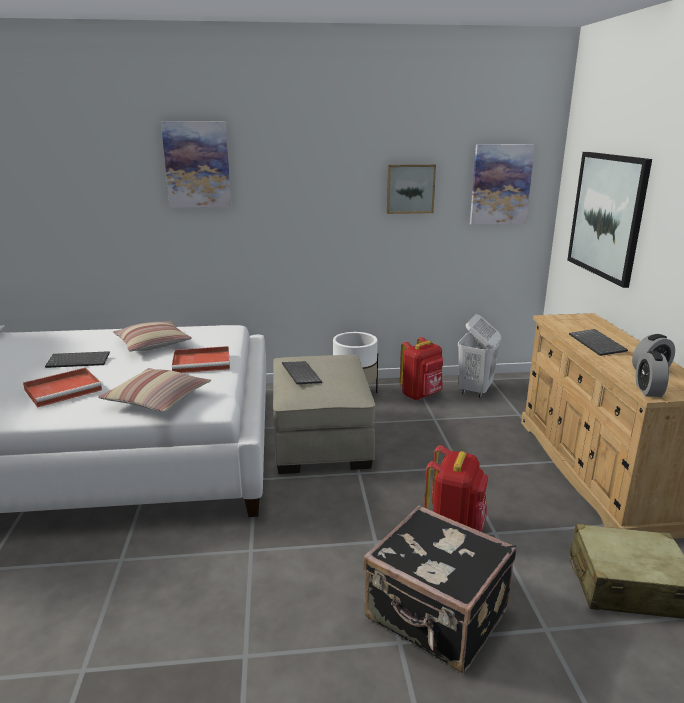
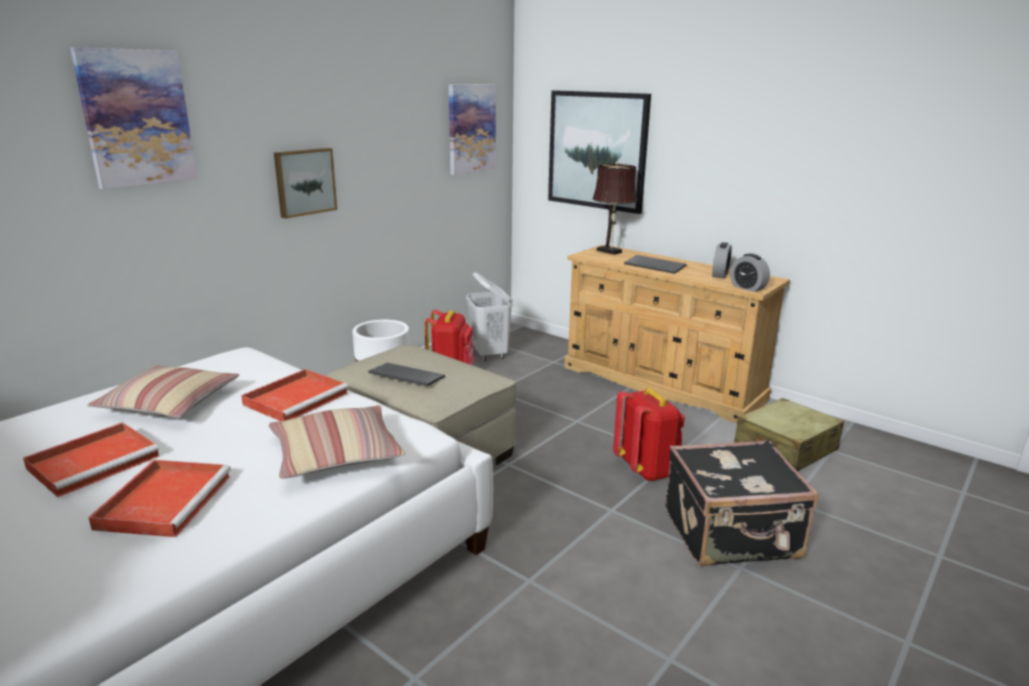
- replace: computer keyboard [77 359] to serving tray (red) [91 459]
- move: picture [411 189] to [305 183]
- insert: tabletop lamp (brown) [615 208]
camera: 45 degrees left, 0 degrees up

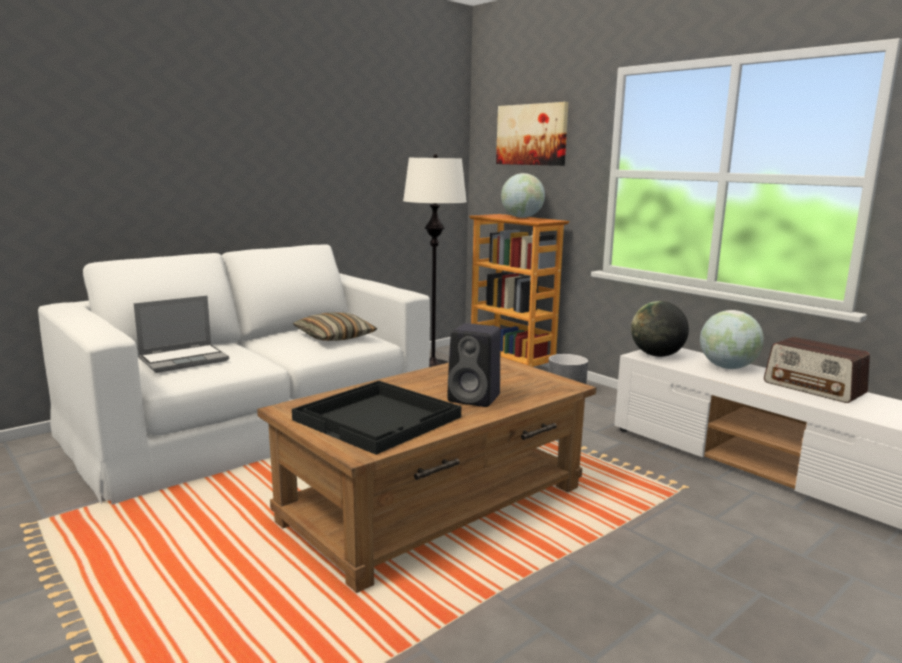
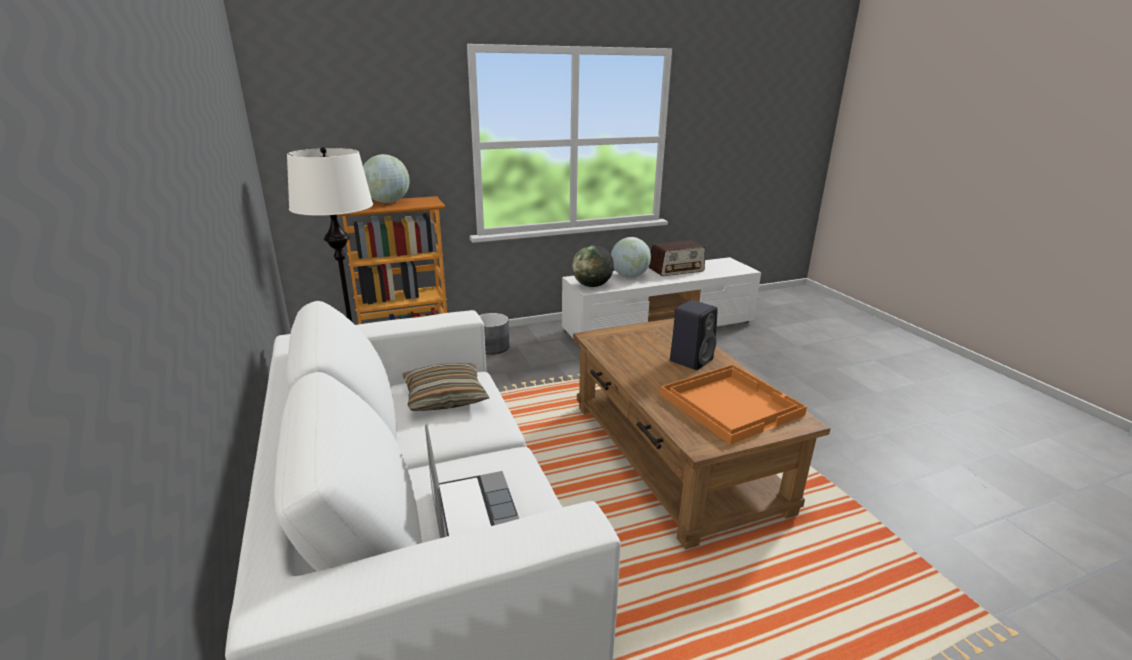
- recolor: serving tray (blackish) [376 418] to serving tray (orange-coloured) [733 404]
- delete: picture [532 134]
camera: 70 degrees left, 10 degrees up

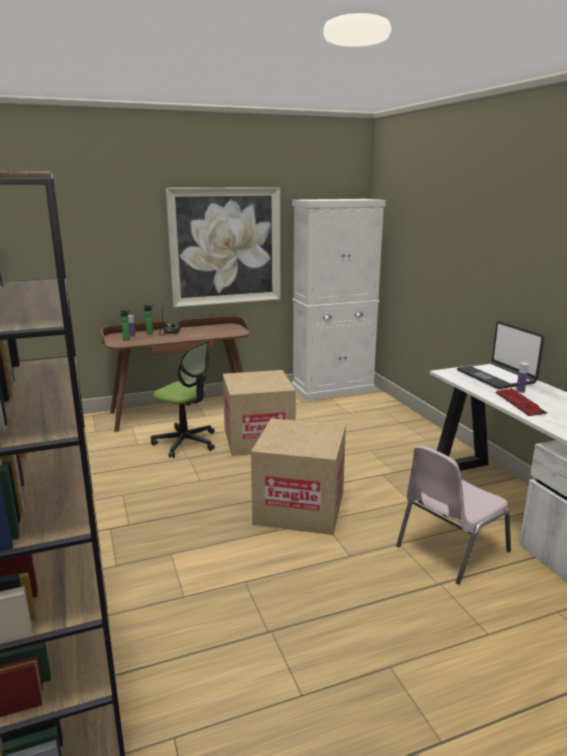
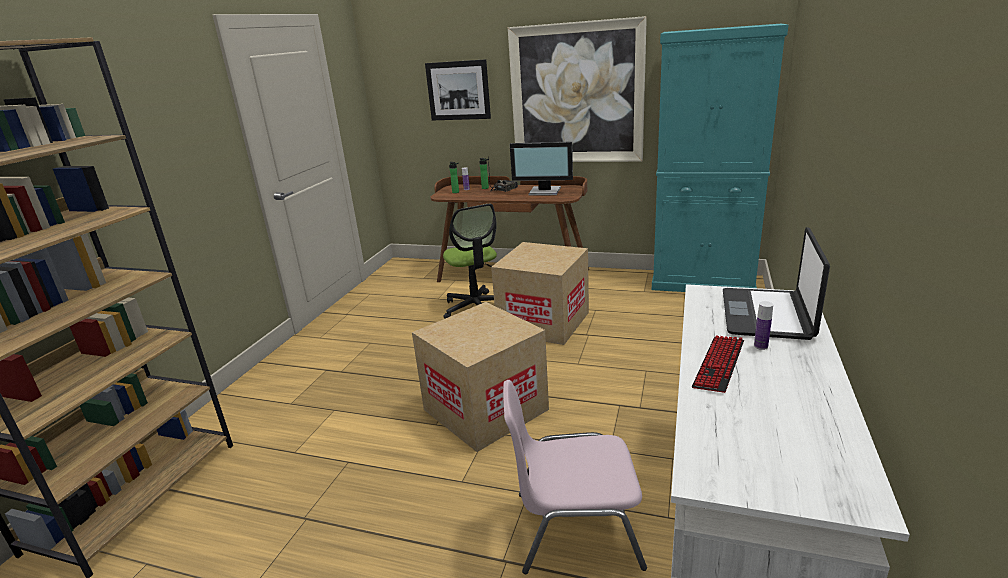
- insert: picture [458 90]
- insert: monitor [541 168]
- recolor: cupboard (white-coloured) [339 299] to cupboard (blue-green) [720 158]
camera: 40 degrees right, 5 degrees up

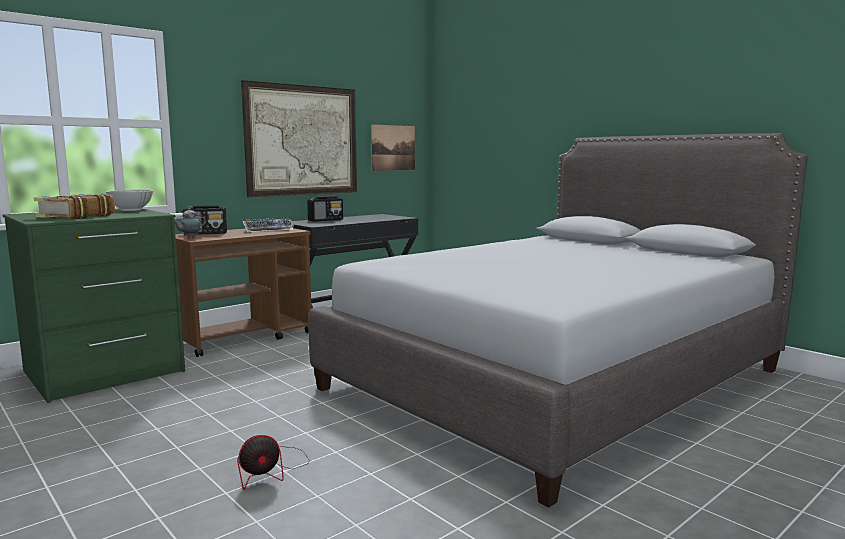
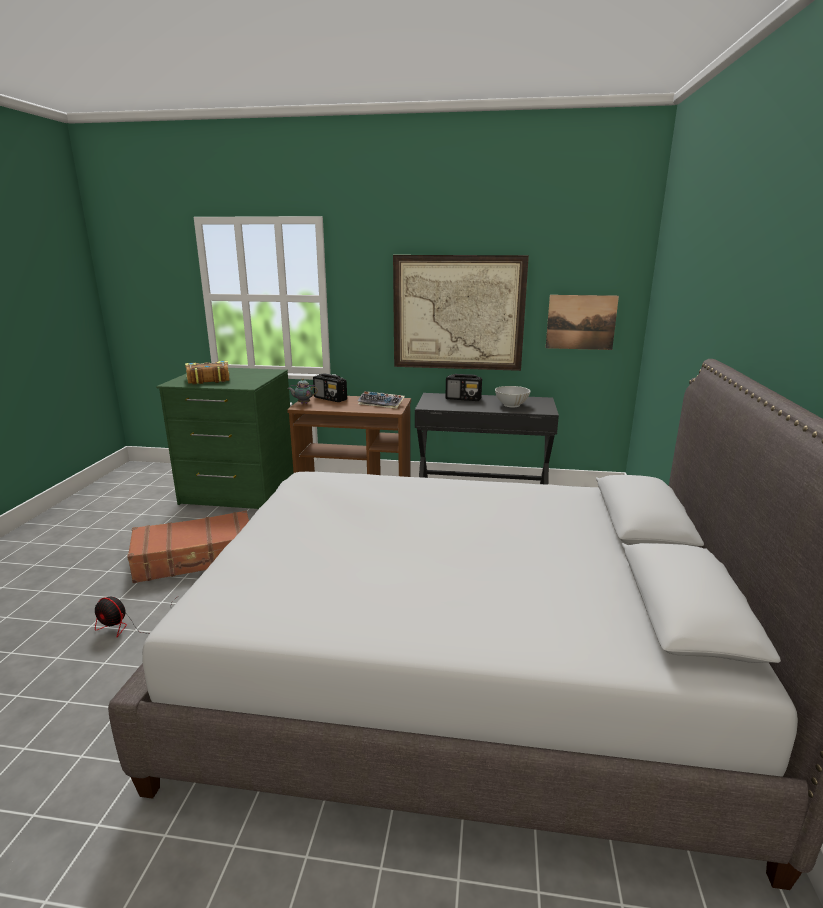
- insert: piece of luggage (brown) [188 546]
- move: serving bowl (white-coloured) [129 200] to [513 396]
camera: 50 degrees right, 10 degrees up

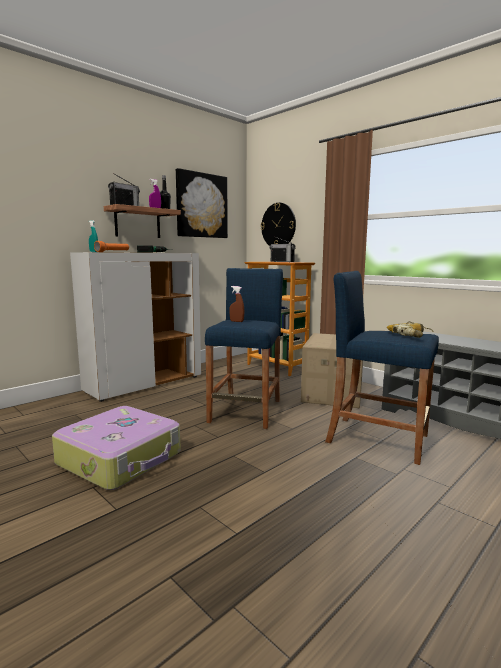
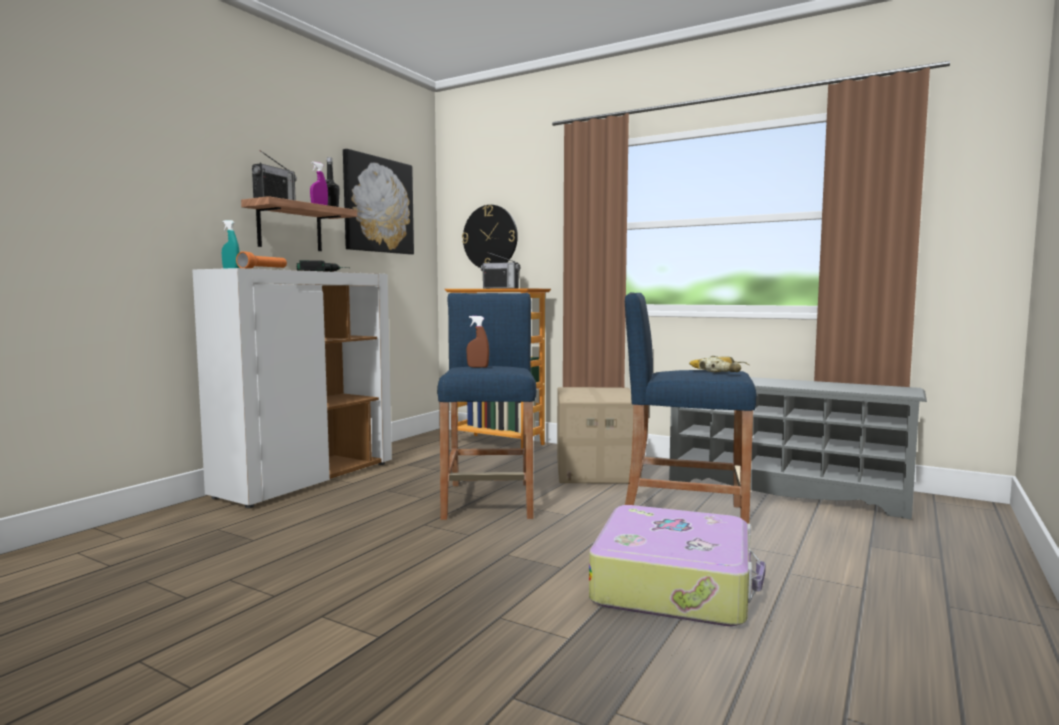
- move: piece of luggage [116 448] to [677 565]
camera: 15 degrees left, 5 degrees down

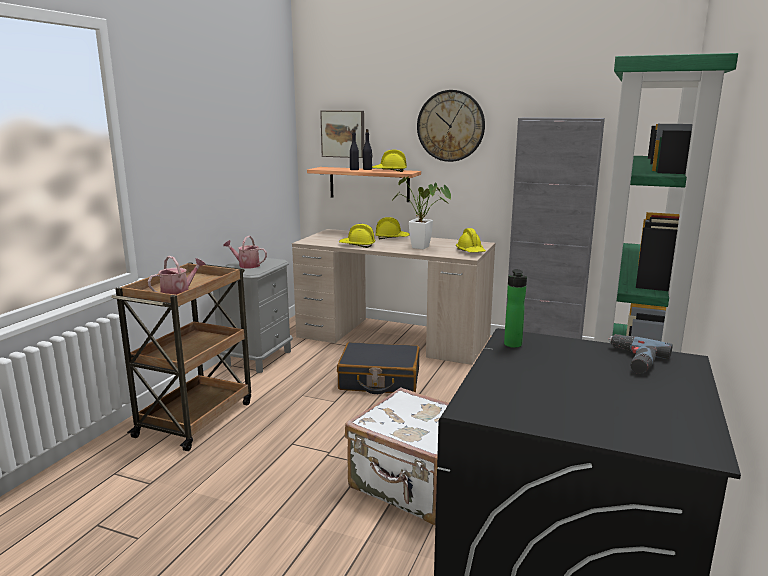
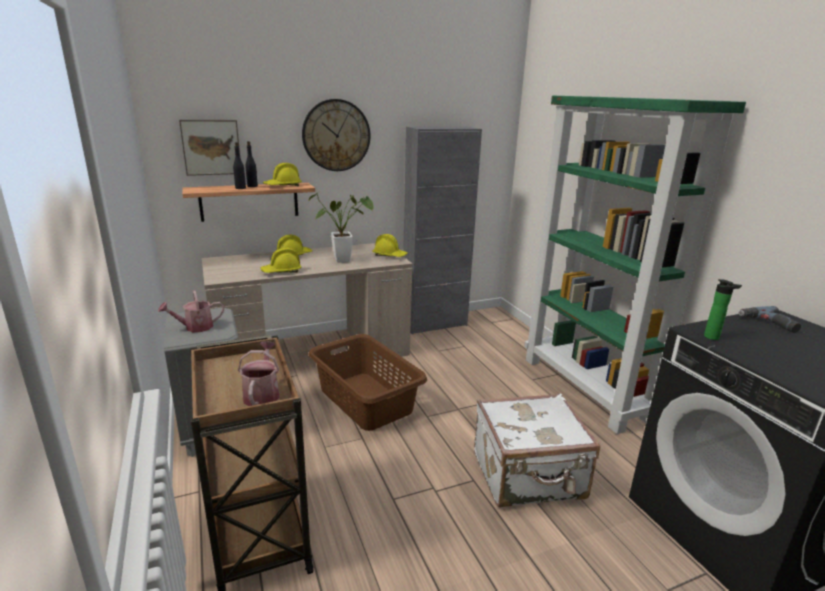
- replace: piece of luggage (blackish) [378 368] to hamper (brown) [367 382]
camera: 45 degrees left, 5 degrees up

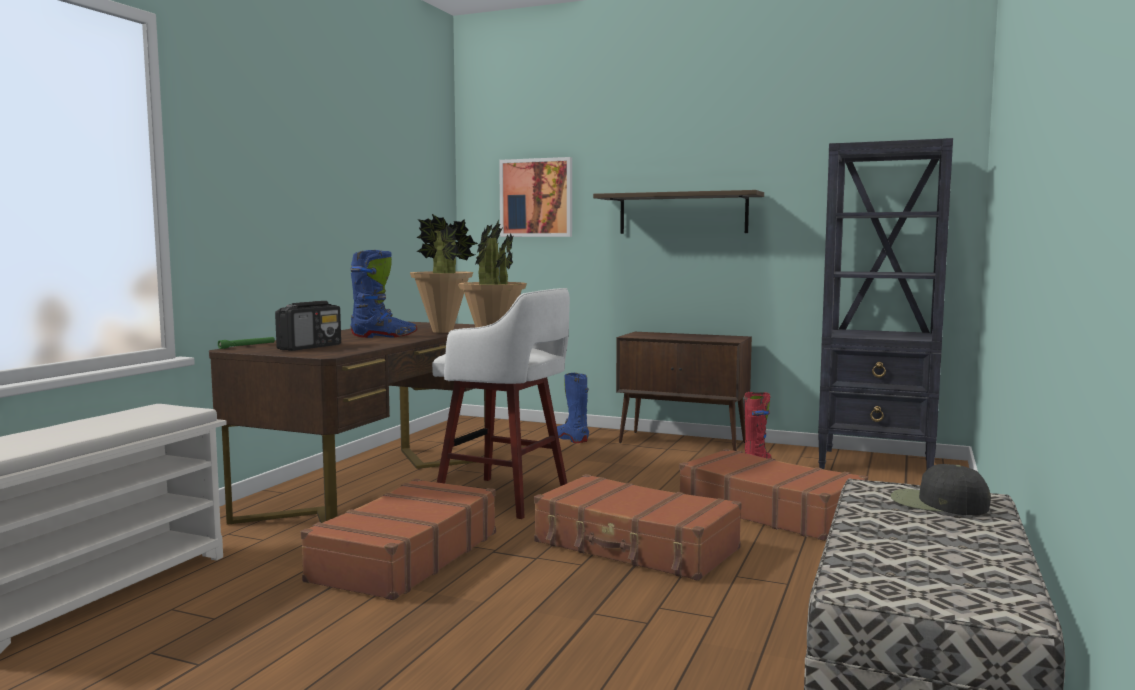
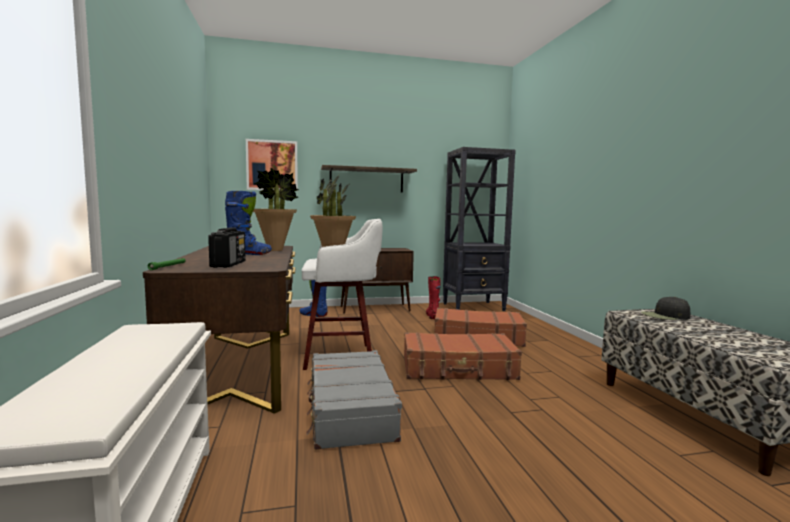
- recolor: piece of luggage (brown) [398 539] to piece of luggage (gray) [354 400]
camera: 35 degrees left, 0 degrees up

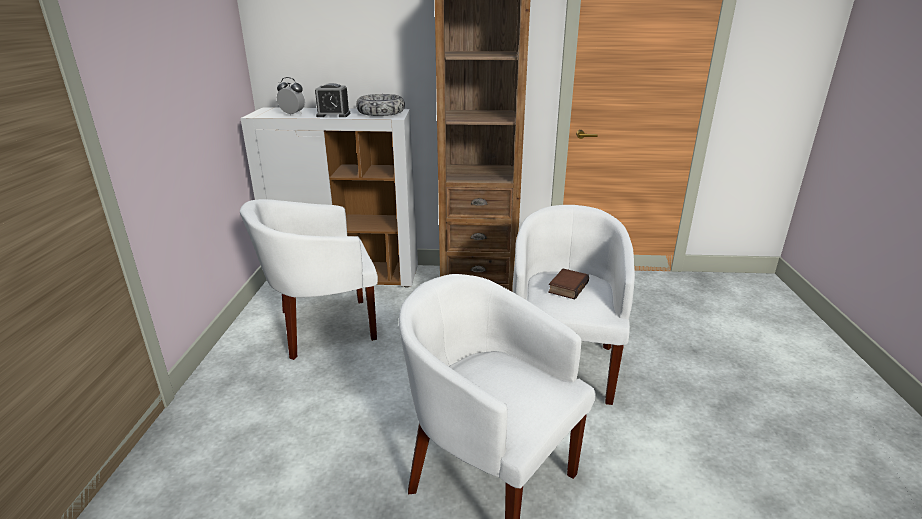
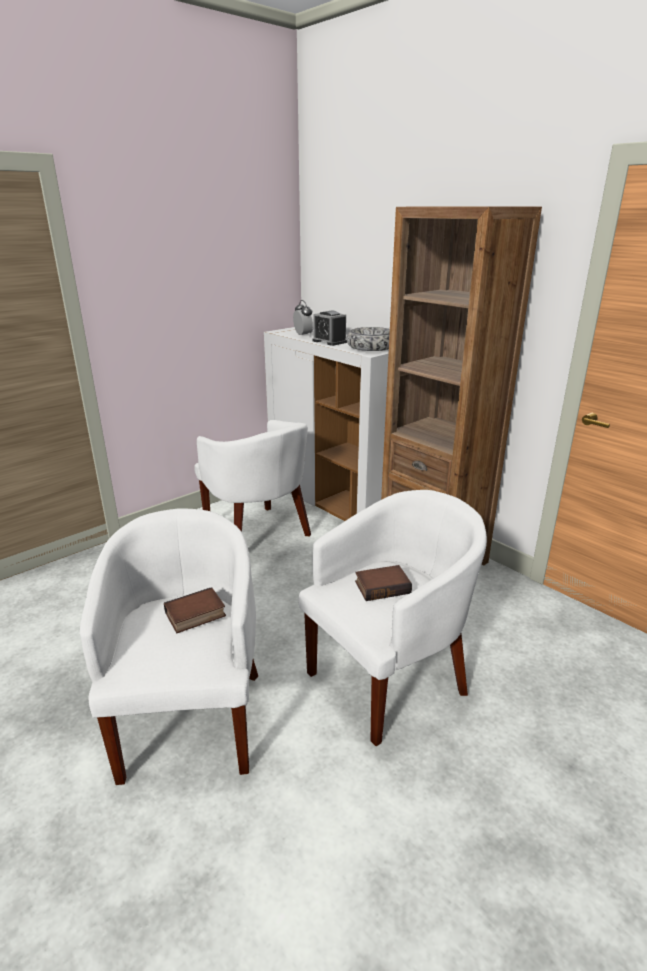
- insert: bound book [195 610]
- rotate: easy chair (white-coloured) [309 279] = [252 478] 150 degrees counterclockwise
camera: 45 degrees right, 0 degrees up

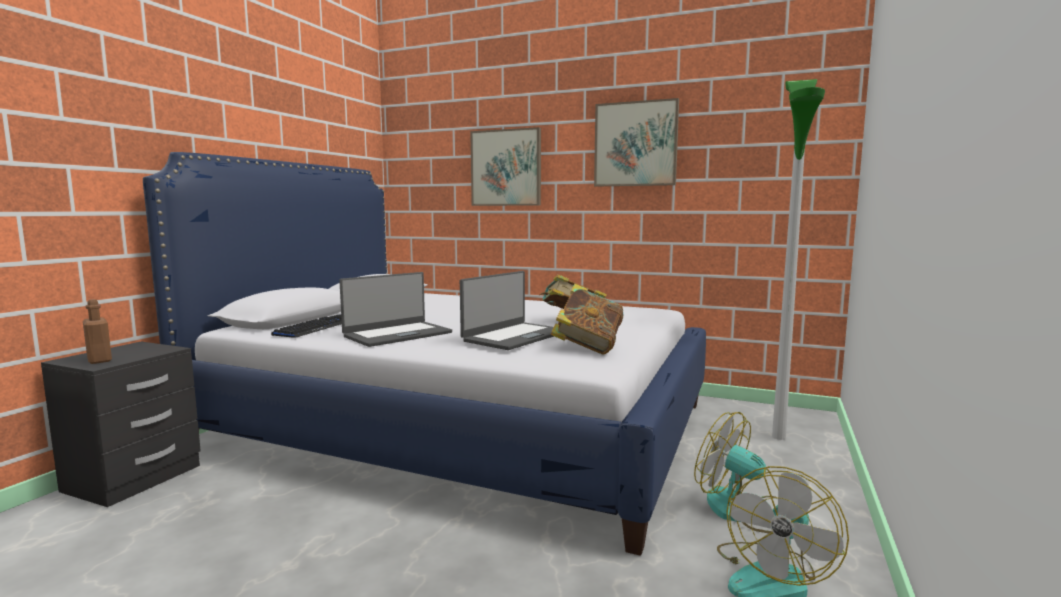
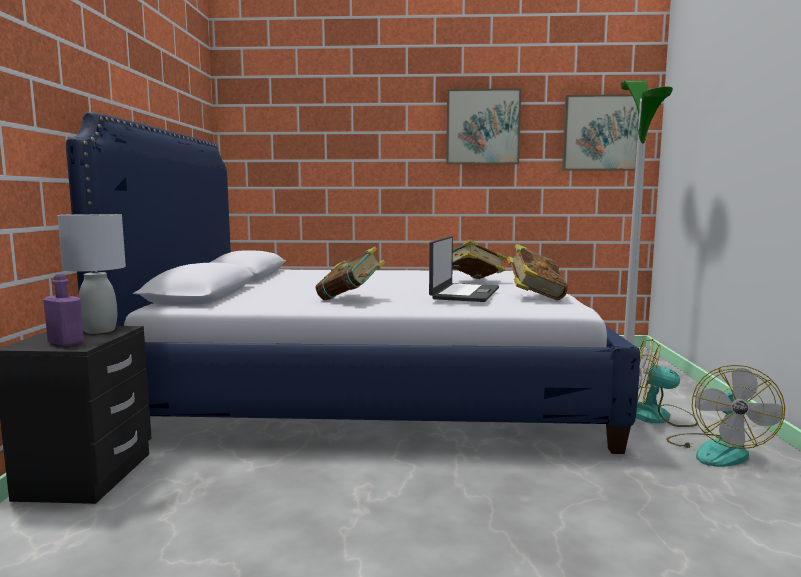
- recolor: drink bottle (brown) [97 331] to drink bottle (purple-coloured) [63 310]
- insert: tabletop lamp (gray) [91 274]
- replace: laptop [395 309] to bound book [350 273]
- move: picture [505 166] to [600 132]
- delete: computer keyboard [306 326]
camera: 20 degrees left, 0 degrees up

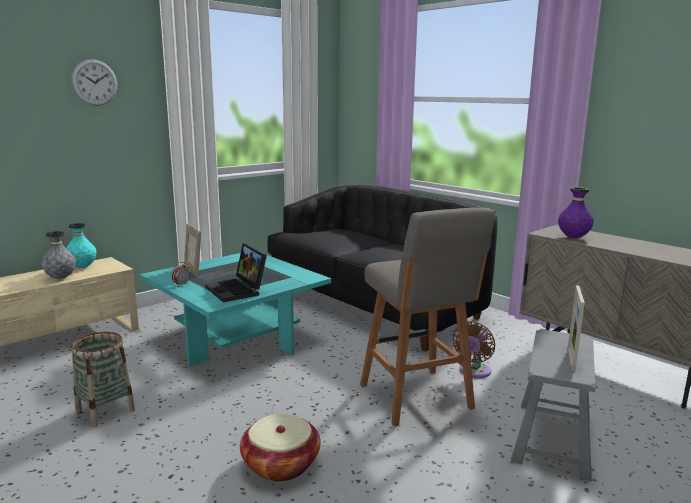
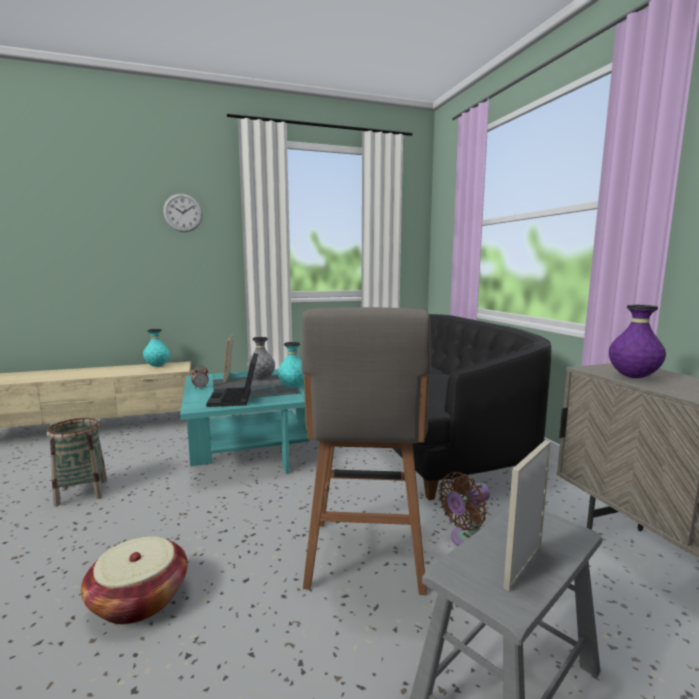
- move: decorative vase (gray) [58 255] to [261 358]
- insert: decorative vase (blue-green) [291 365]
camera: 25 degrees right, 5 degrees down

